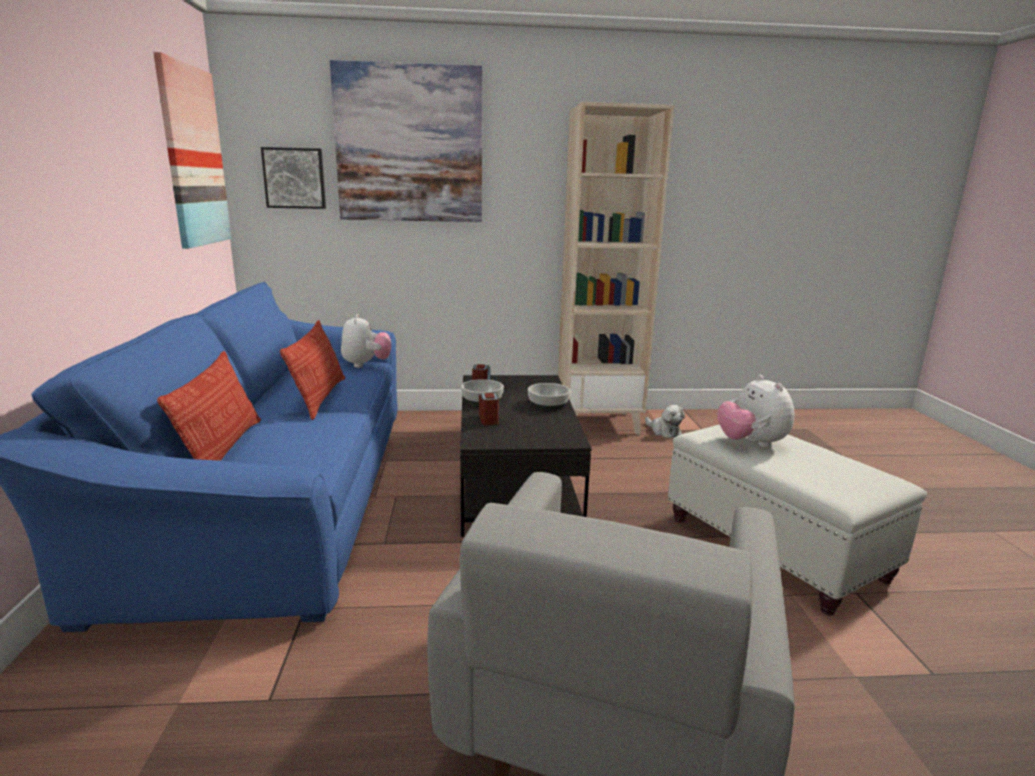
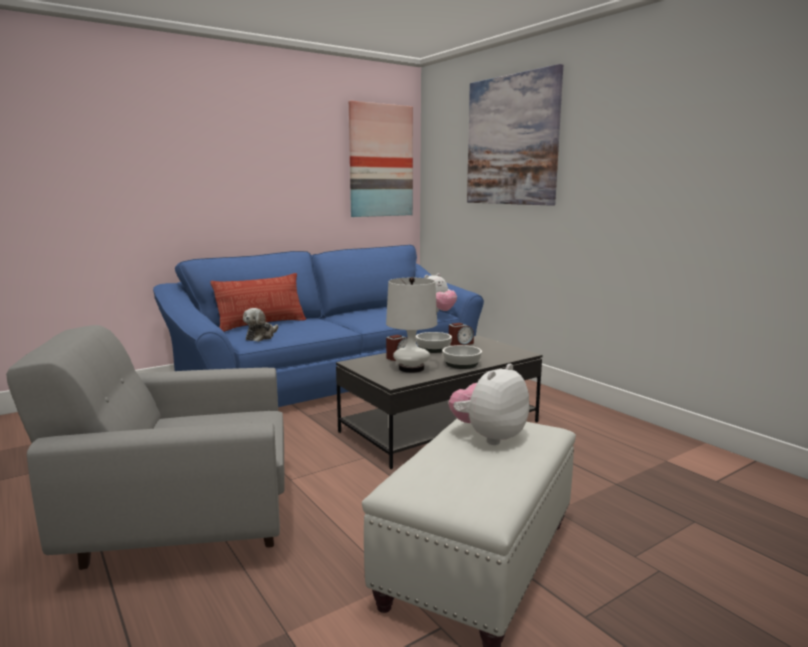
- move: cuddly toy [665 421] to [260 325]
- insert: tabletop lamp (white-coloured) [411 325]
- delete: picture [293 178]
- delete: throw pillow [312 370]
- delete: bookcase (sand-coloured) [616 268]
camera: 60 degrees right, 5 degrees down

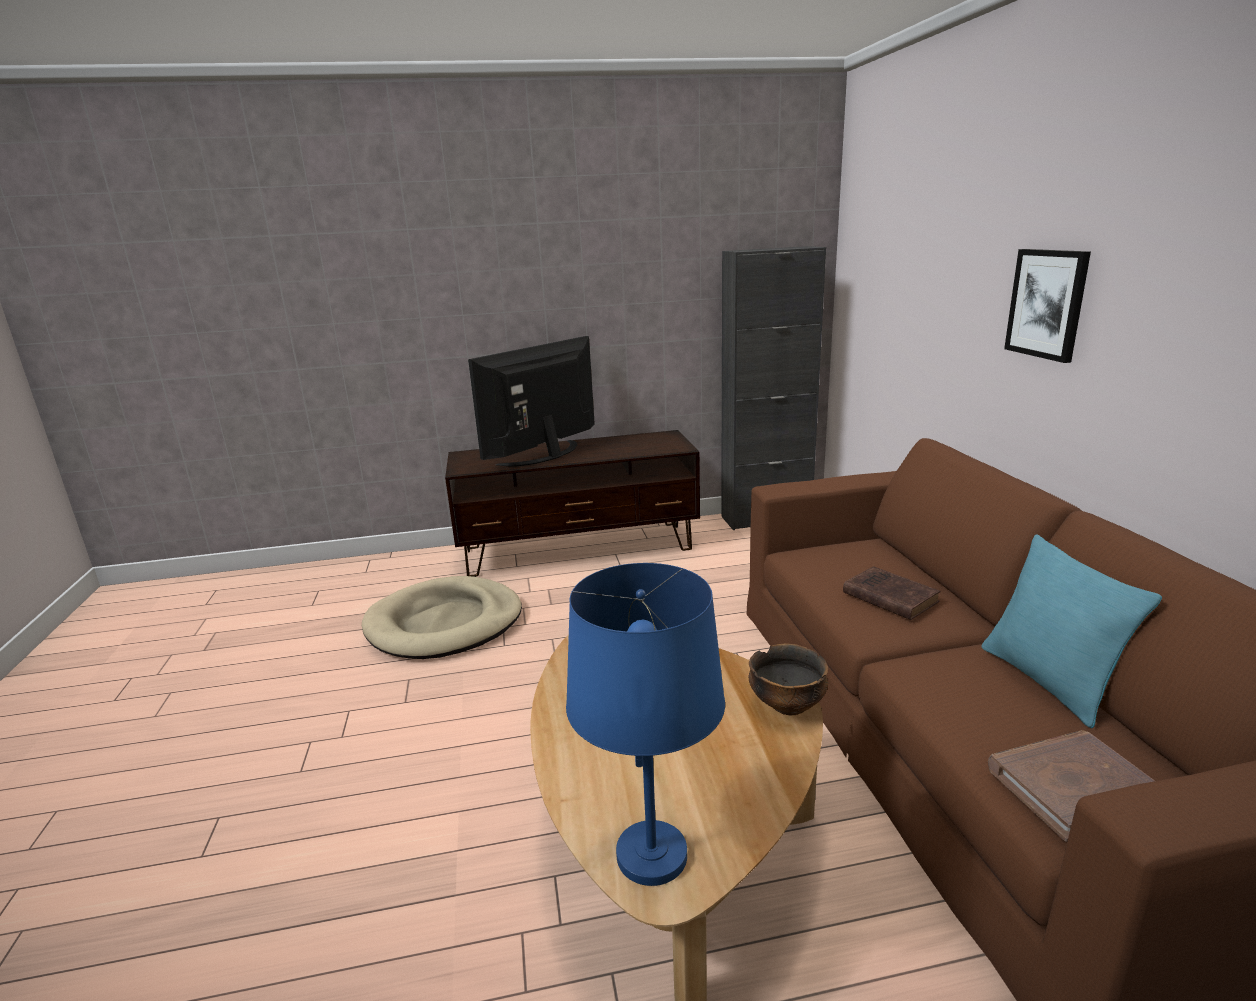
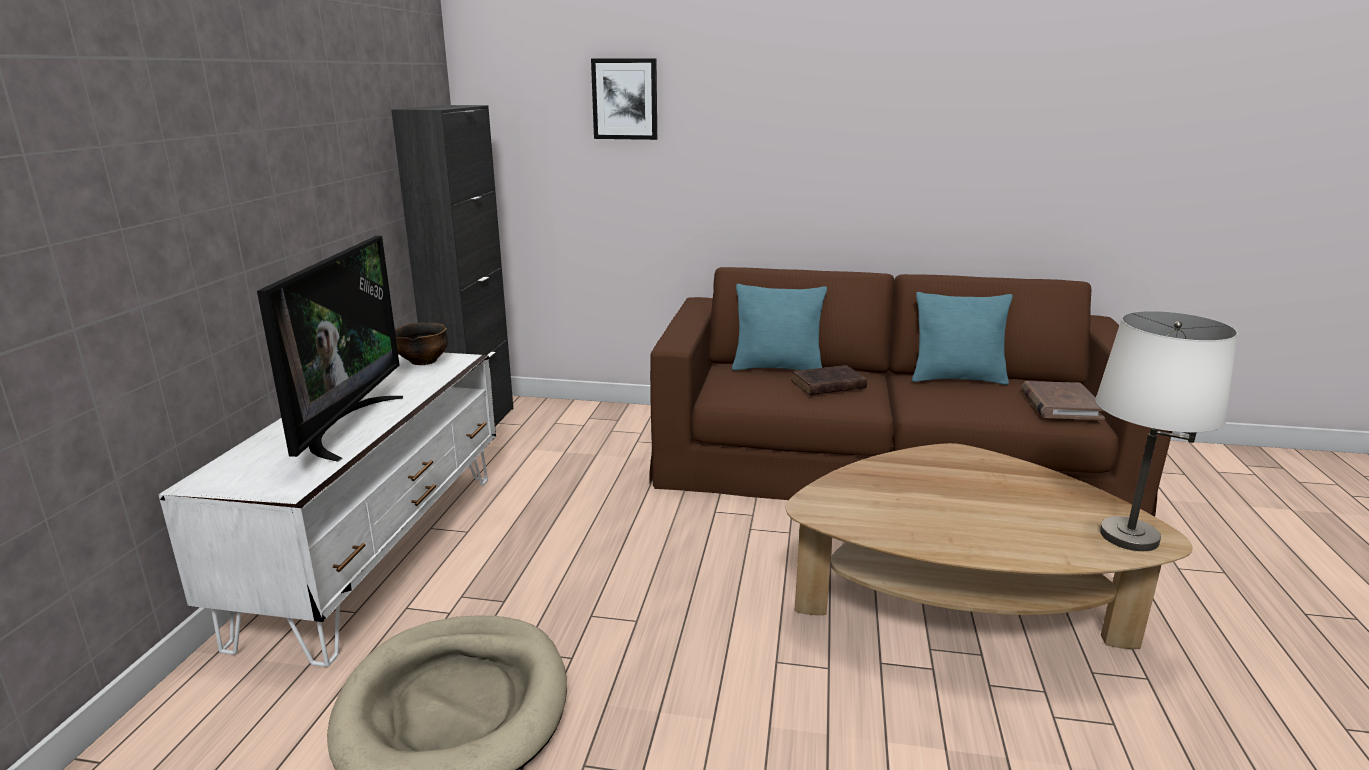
- recolor: tv stand (brown) [572 503] to tv stand (white-coloured) [327 510]
- rotate: TV [531 401] = [330 349] 150 degrees counterclockwise
- move: serving bowl [788 680] to [421 343]
- move: picture [1047 306] to [624 99]
- insert: throw pillow (blue-green) [779 327]
- recolor: tabletop lamp (blue-coloured) [645 724] to tabletop lamp (white-coloured) [1166 431]
camera: 70 degrees left, 0 degrees up

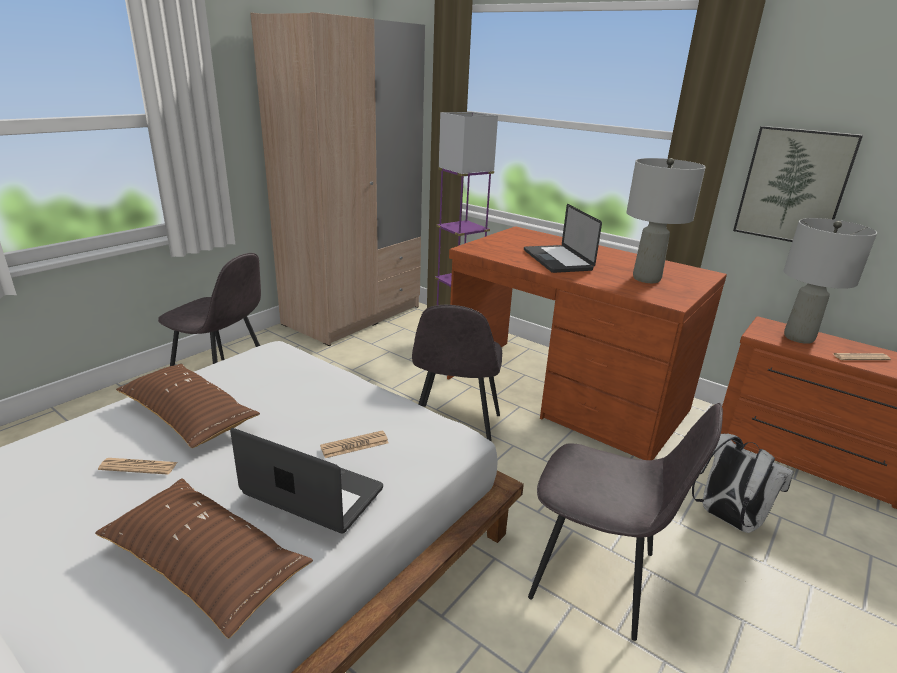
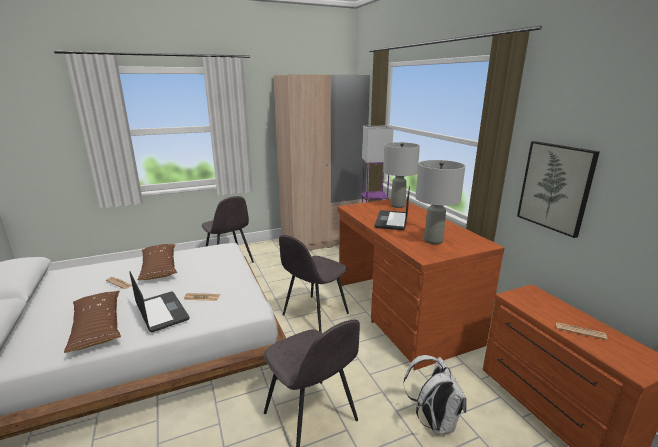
- move: tabletop lamp (gray) [830 281] to [401 175]
camera: 30 degrees right, 5 degrees down

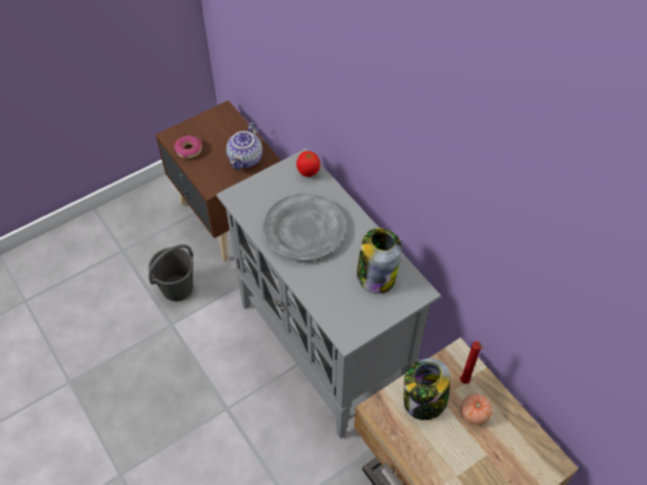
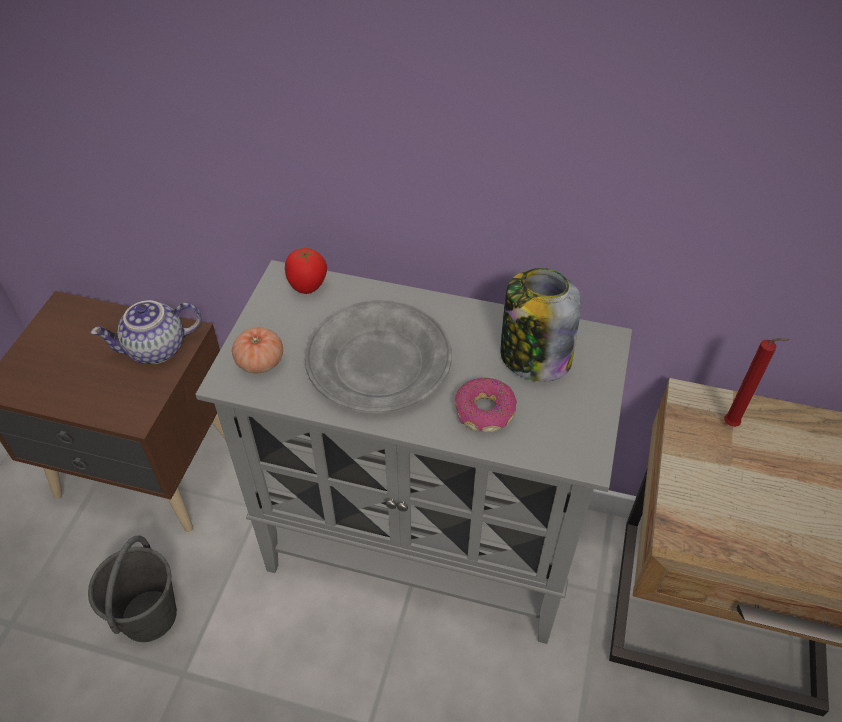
- rotate: pot for tea [244 146] = [146 332] 90 degrees clockwise
- move: whole tomato [477 409] to [257 350]
- move: doughnut [188 146] to [486 405]
- delete: preserve jar [427 389]
camera: 40 degrees left, 5 degrees down

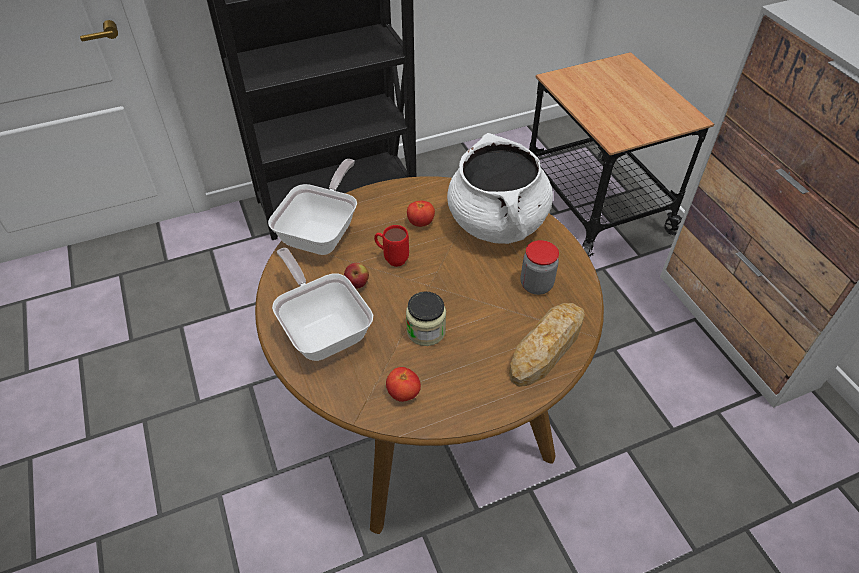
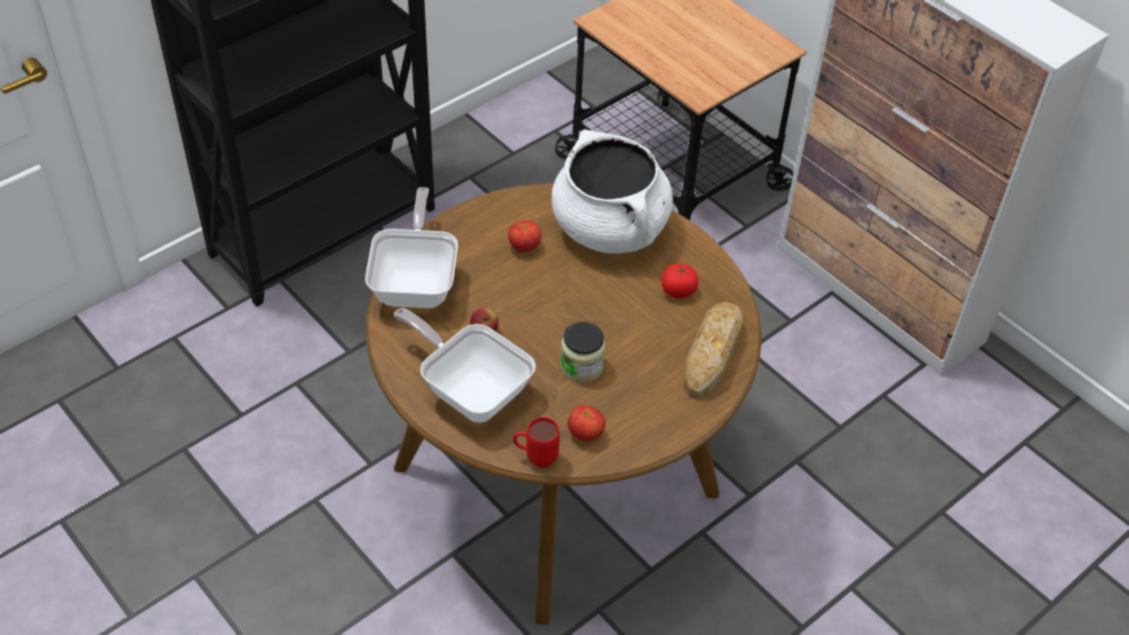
- move: mug (red) [391 246] to [536 442]
- replace: preserve jar [540 267] to whole tomato [680 281]
camera: 20 degrees left, 0 degrees up

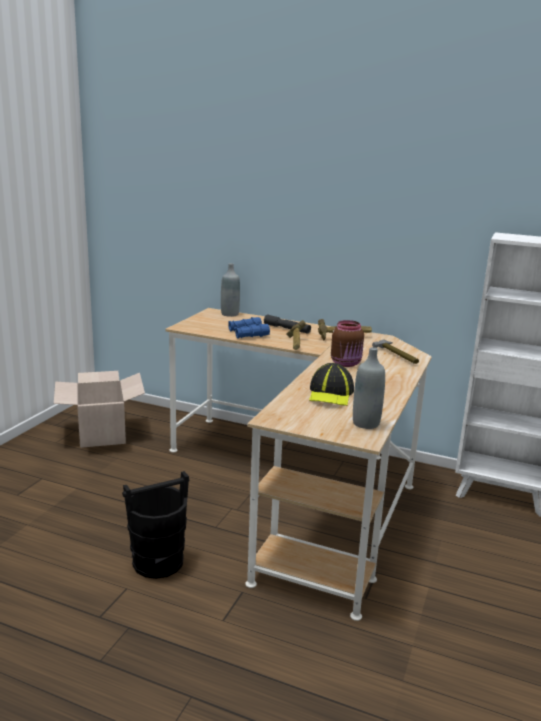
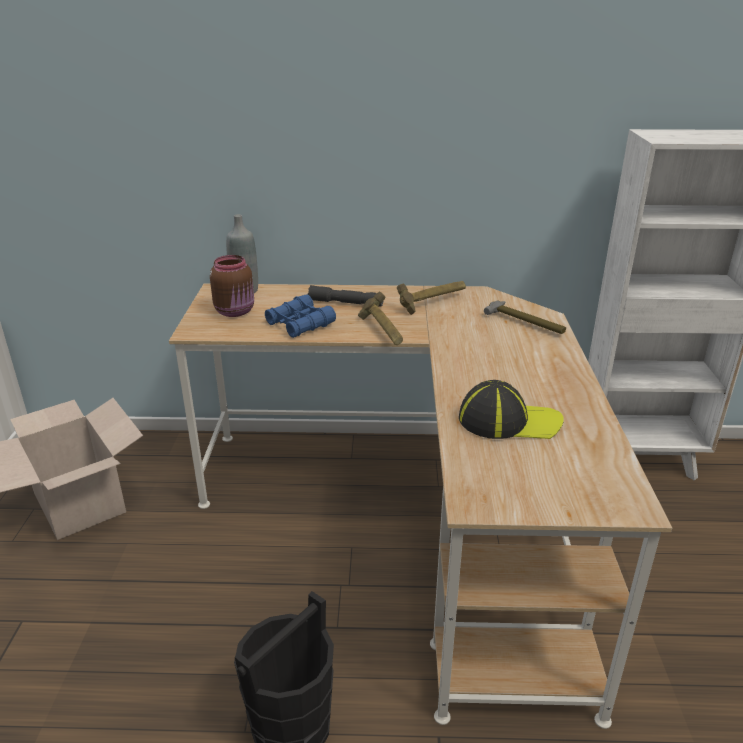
- move: preserve jar (brown) [347 343] to [232 286]
- rotate: cap [331 384] = [511 409] 75 degrees counterclockwise
- delete: drink bottle (gray) [369 388]
camera: 20 degrees left, 10 degrees up

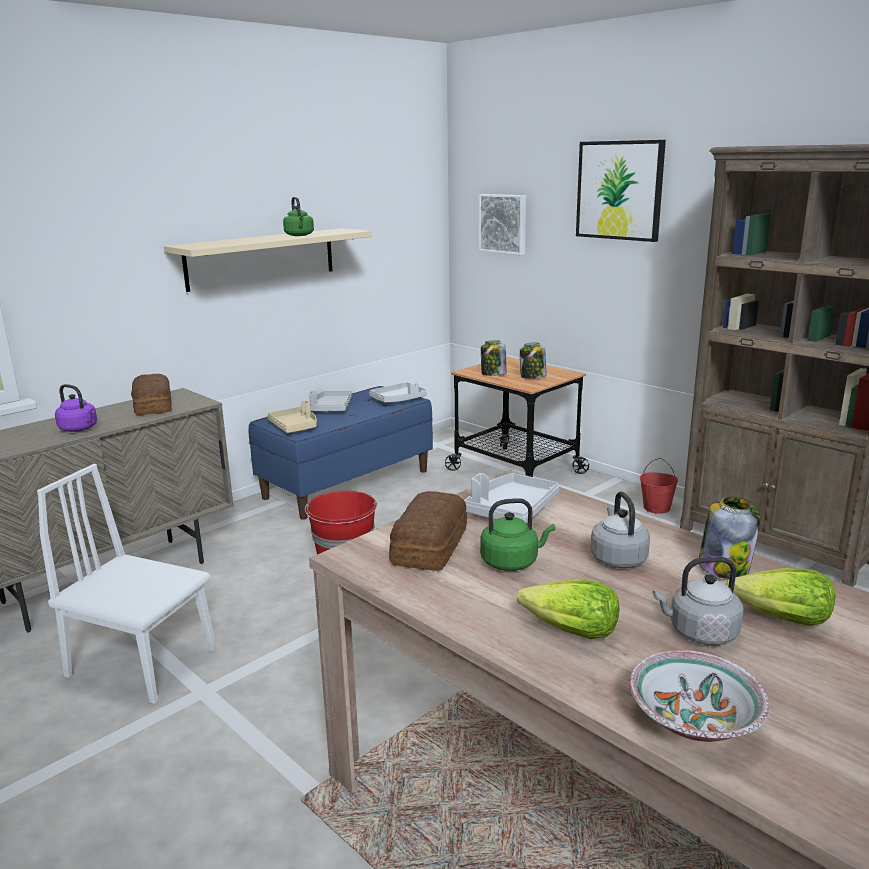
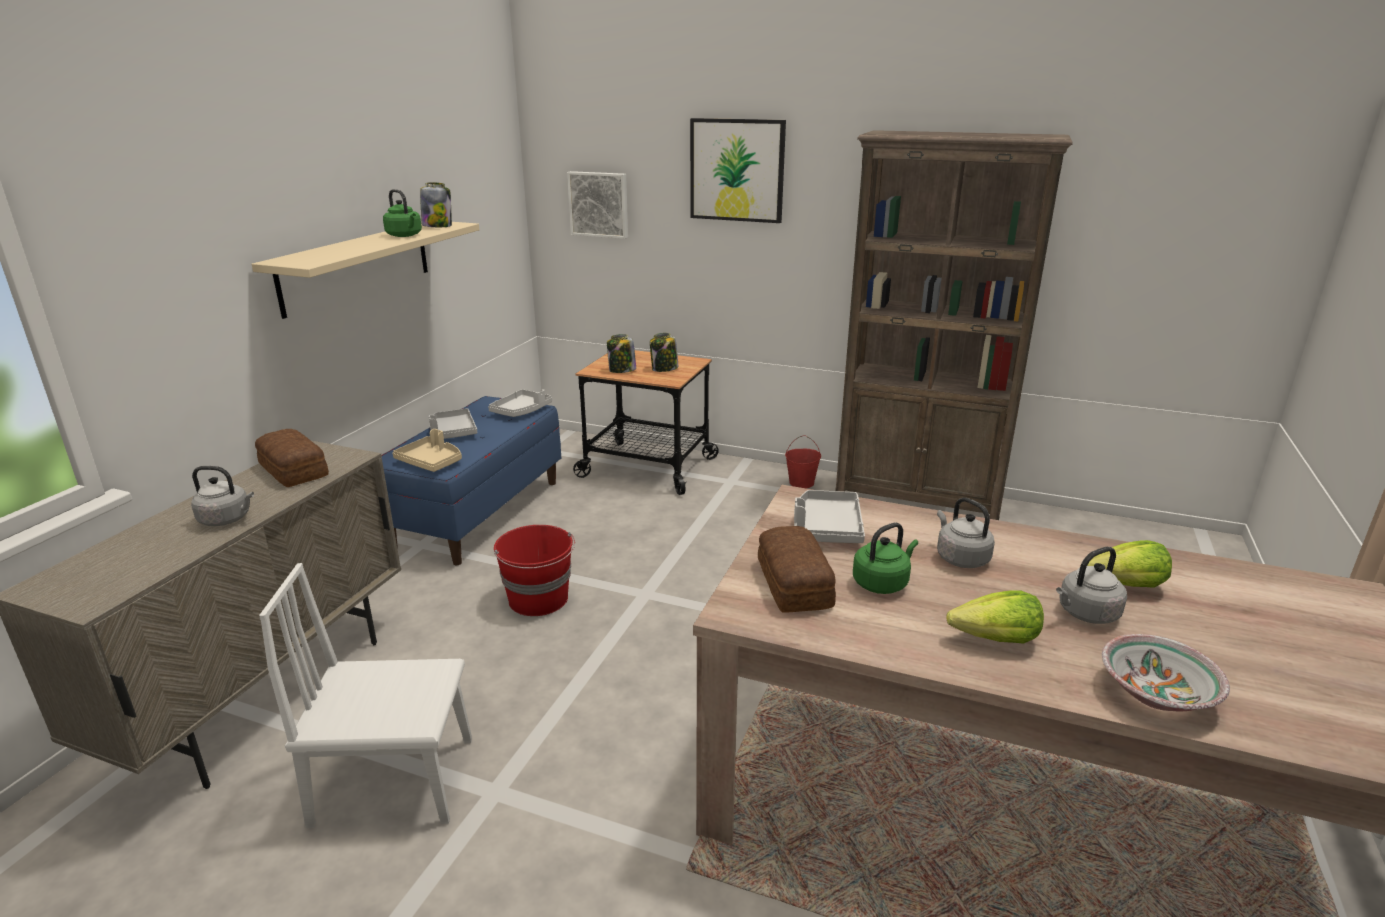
- recolor: kettle (purple-coloured) [76 408] to kettle (gray) [222 496]
- move: preserve jar [730 538] to [436 204]
camera: 25 degrees left, 5 degrees up

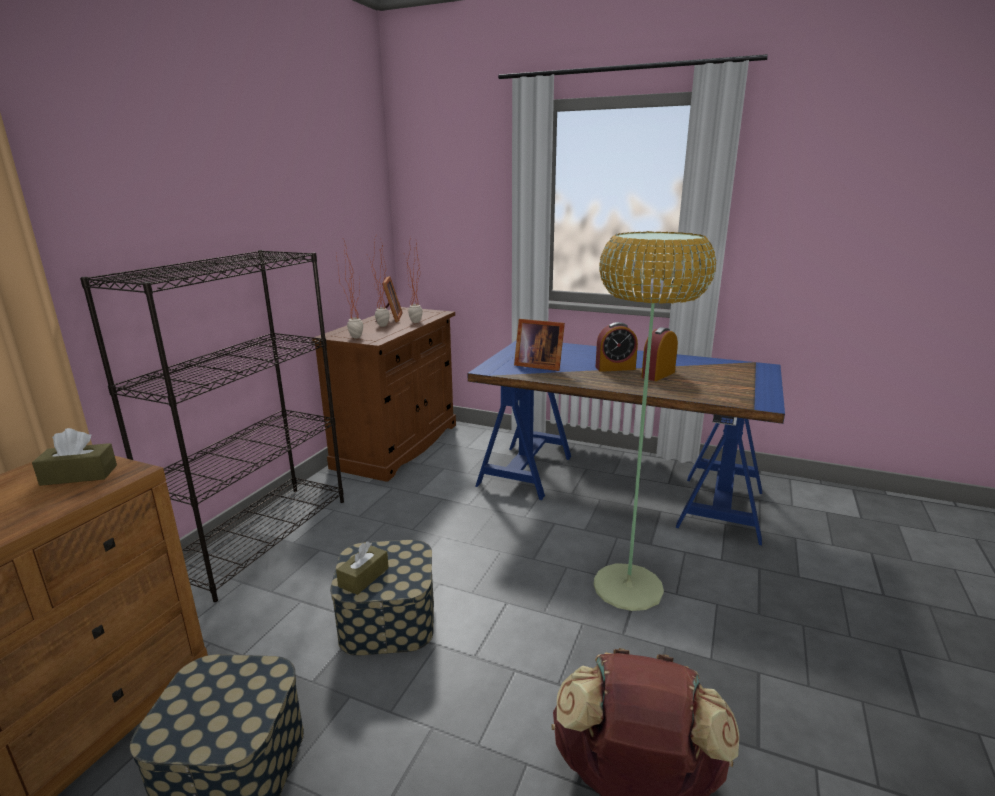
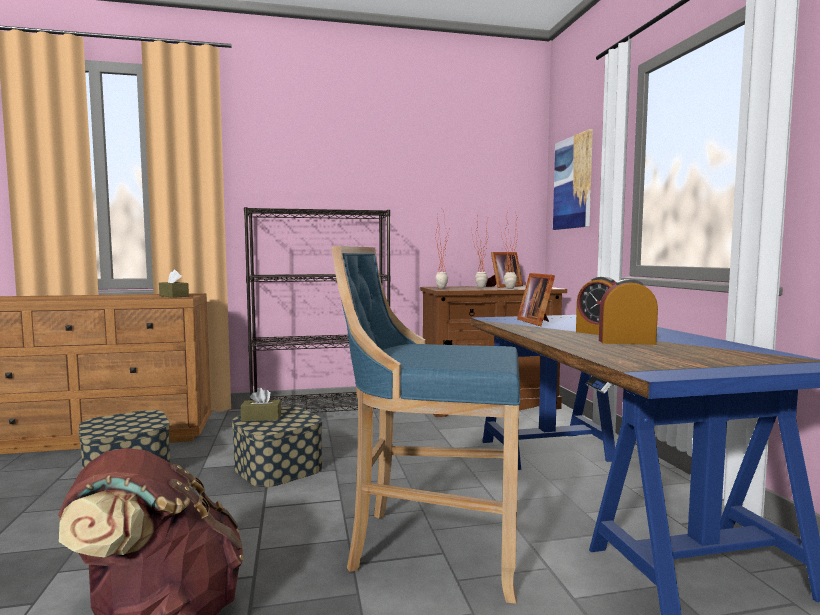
- replace: standing lamp [654 421] to stool seat (blue-coloured) [425 425]
- insert: picture [573 179]
camera: 55 degrees right, 15 degrees down

